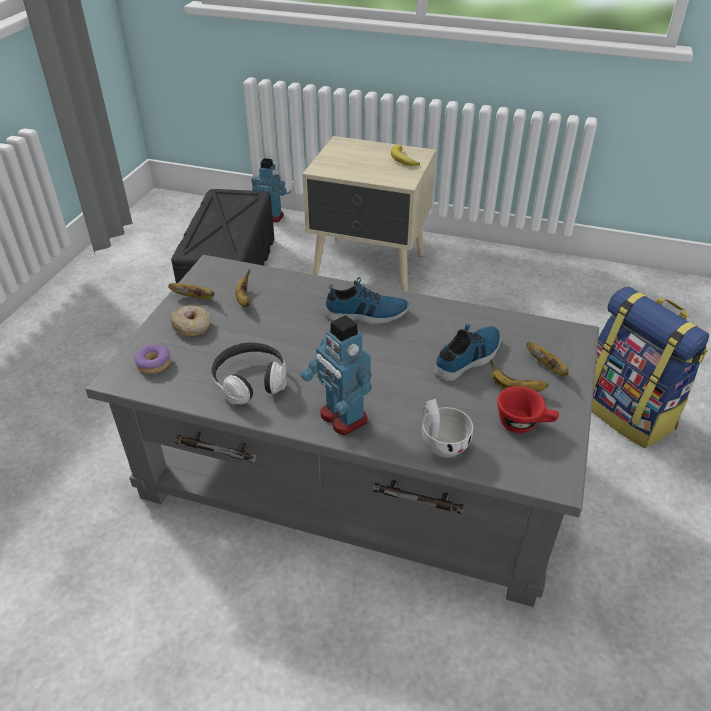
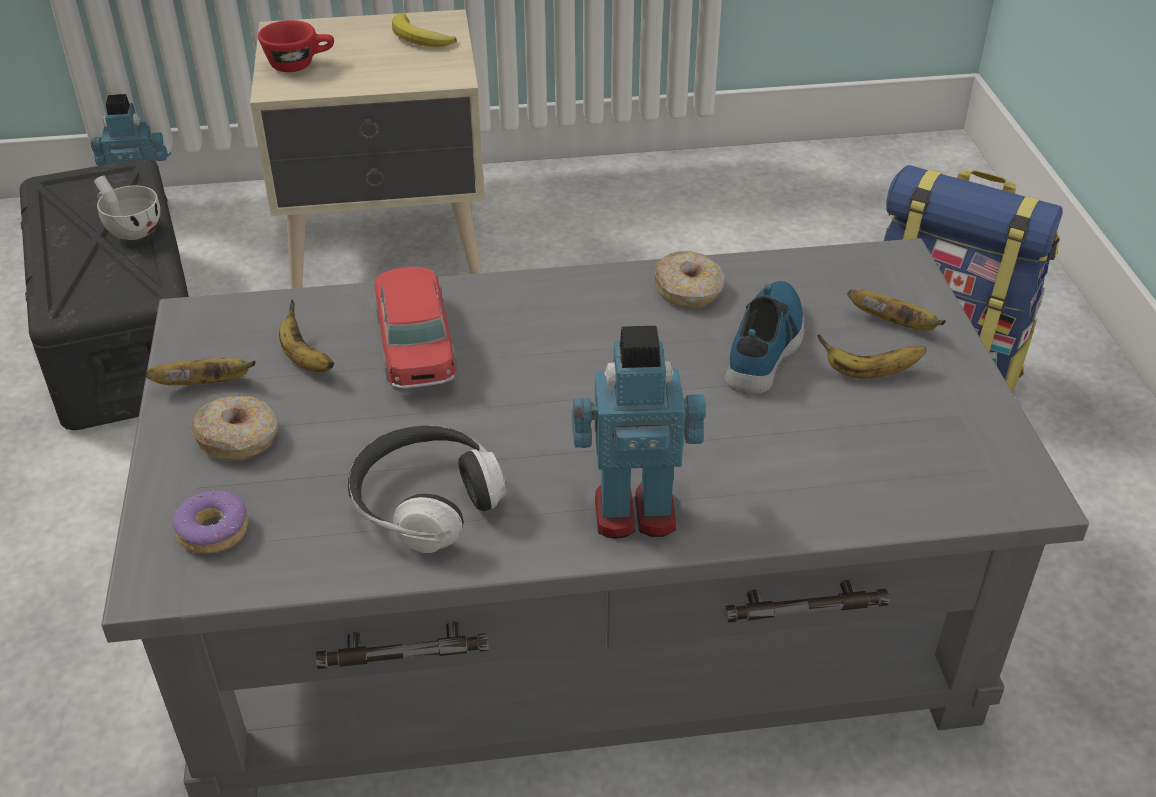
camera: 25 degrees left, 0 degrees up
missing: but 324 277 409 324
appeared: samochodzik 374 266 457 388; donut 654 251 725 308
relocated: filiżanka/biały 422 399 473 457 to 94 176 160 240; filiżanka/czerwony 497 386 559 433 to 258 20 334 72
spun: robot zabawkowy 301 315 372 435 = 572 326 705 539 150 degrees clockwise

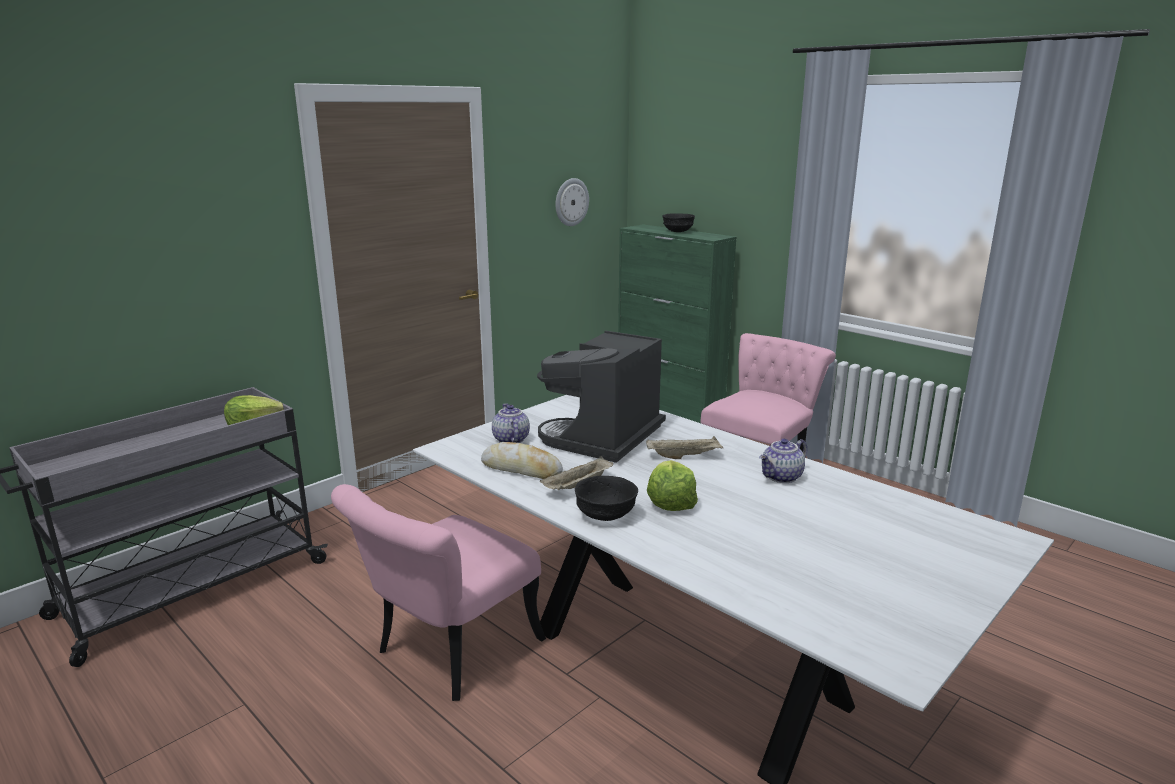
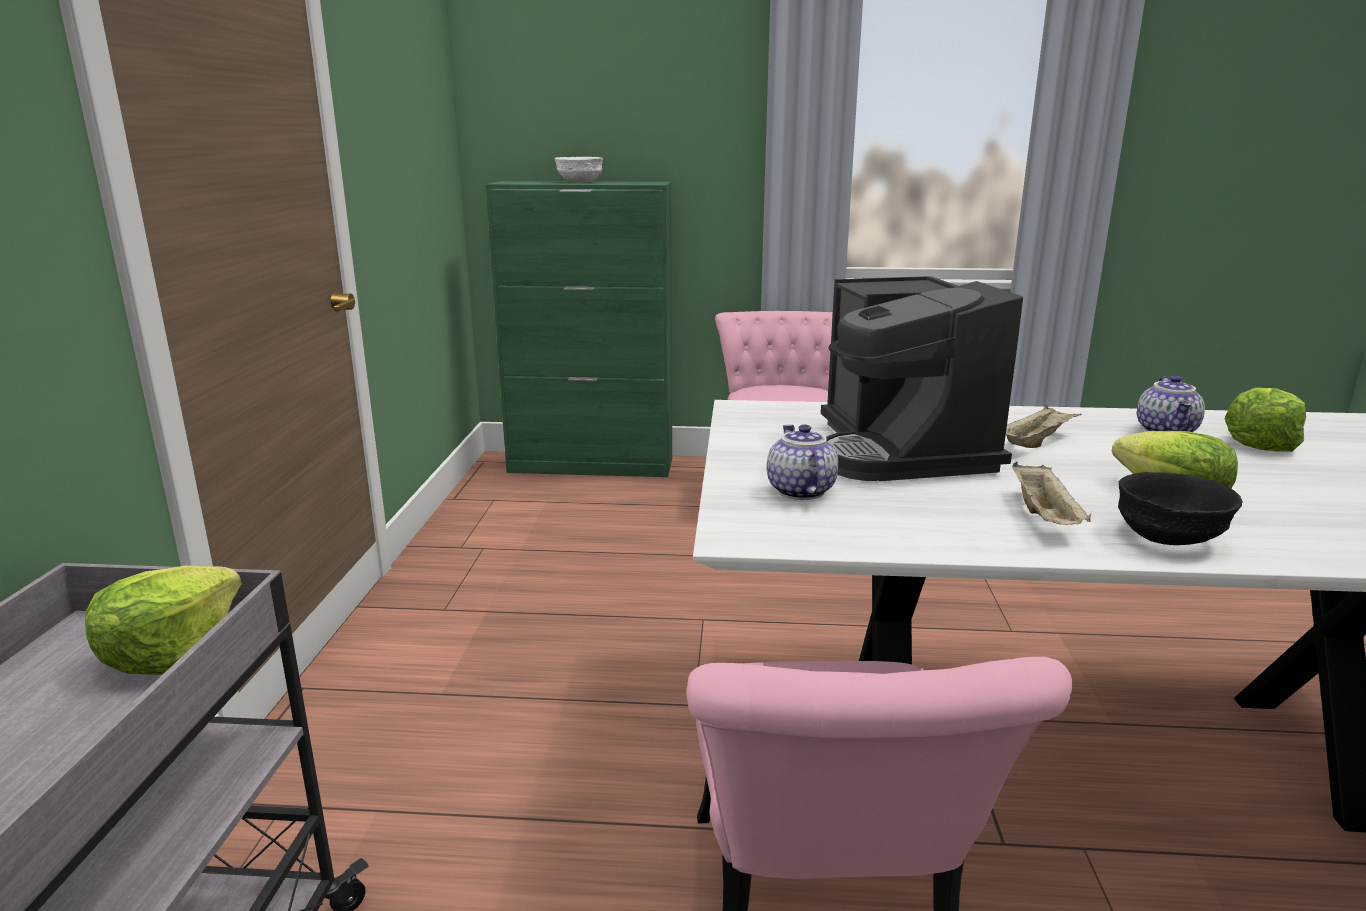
camera: 40 degrees left, 0 degrees up
missing: chleb 481 442 563 479; zegar ścienny 556 178 589 226
appeared: sałata 1225 388 1306 452
colour: miska/czarny 662 213 695 232 to miska/biały 554 157 603 183
spun: imbryk 492 403 530 443 = 767 424 839 500 45 degrees clockwise

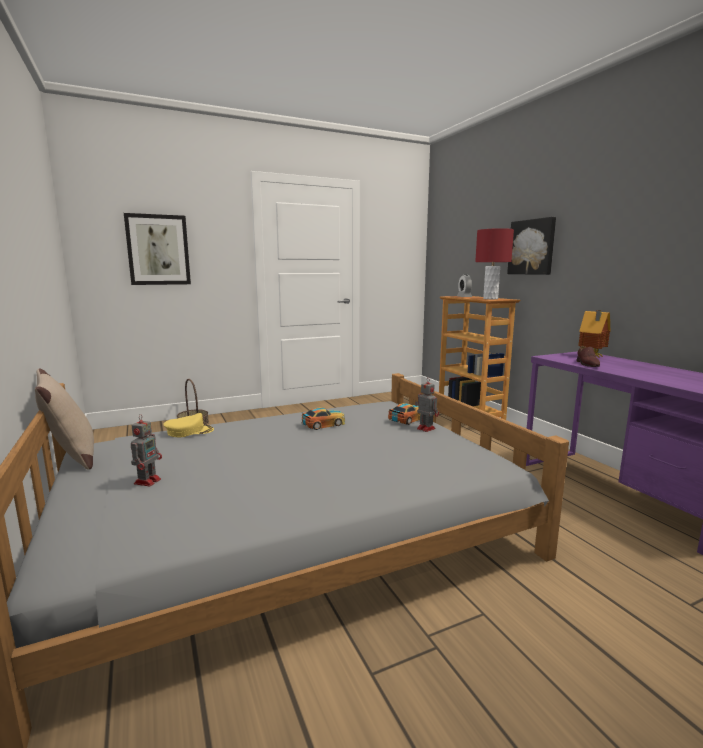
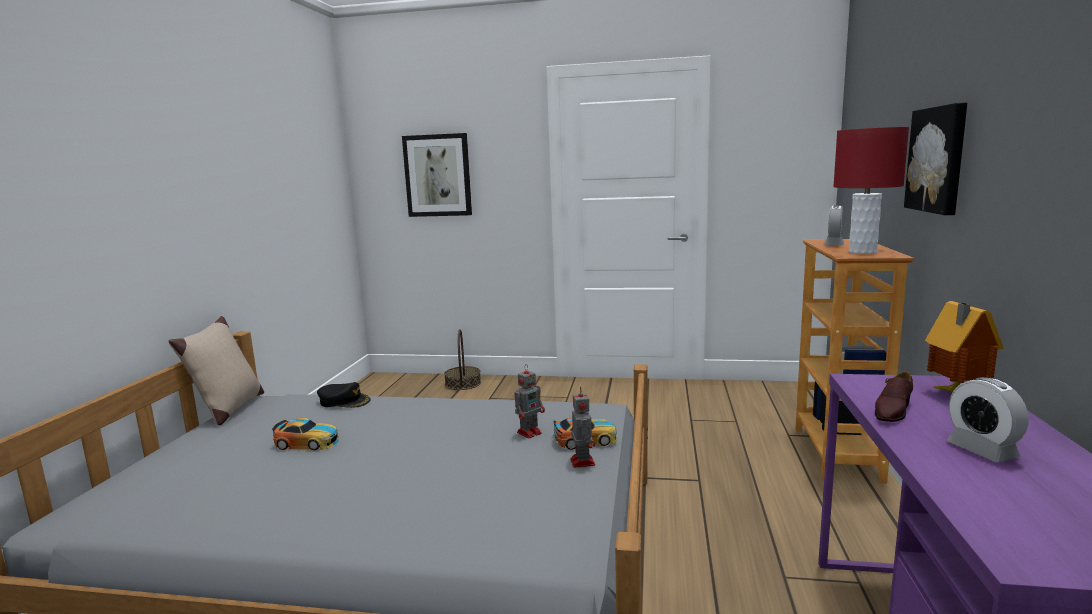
camera: 35 degrees right, 0 degrees up
appeared: budzik 947 377 1028 462
relocated: robot zabawkowy 131 414 162 487 to 514 364 545 438; samochodzik 301 408 345 430 to 272 418 339 450
colour: czapka z daszkiem/żółty 163 413 214 437 to czapka z daszkiem/czarny 317 382 371 408

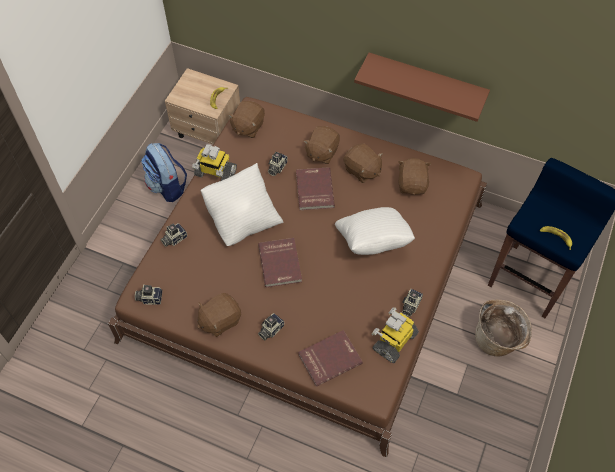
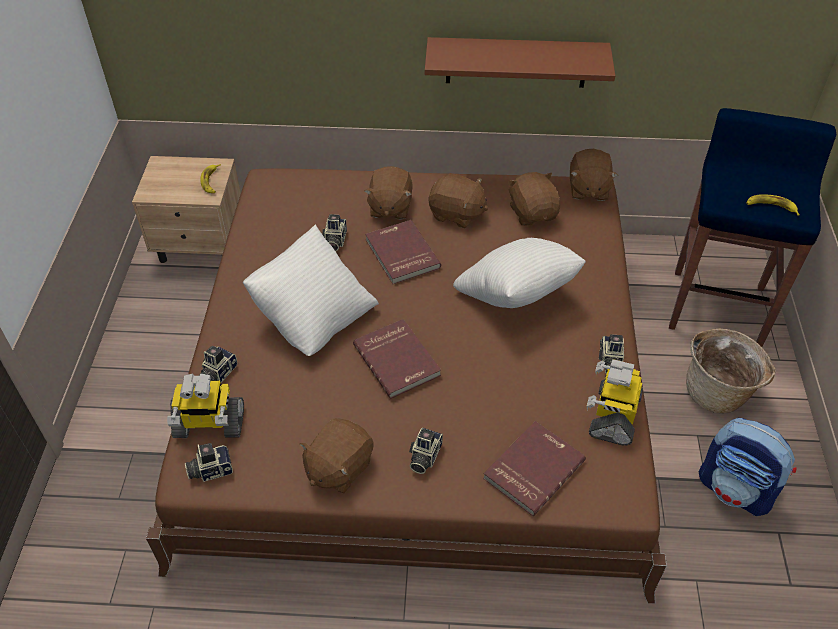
camera: 20 degrees left, 10 degrees down
relocated: plecak 141 143 187 202 to 699 418 796 516; robot zabawkowy 192 144 237 181 to 167 373 244 438; pluszak/brązowy 228 101 265 138 to 570 149 618 201

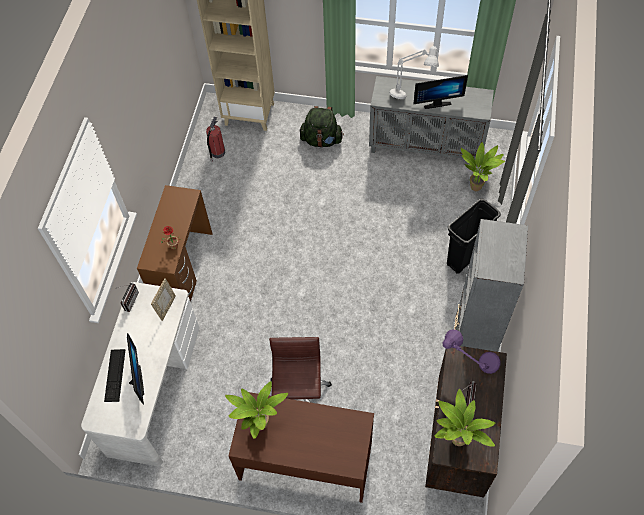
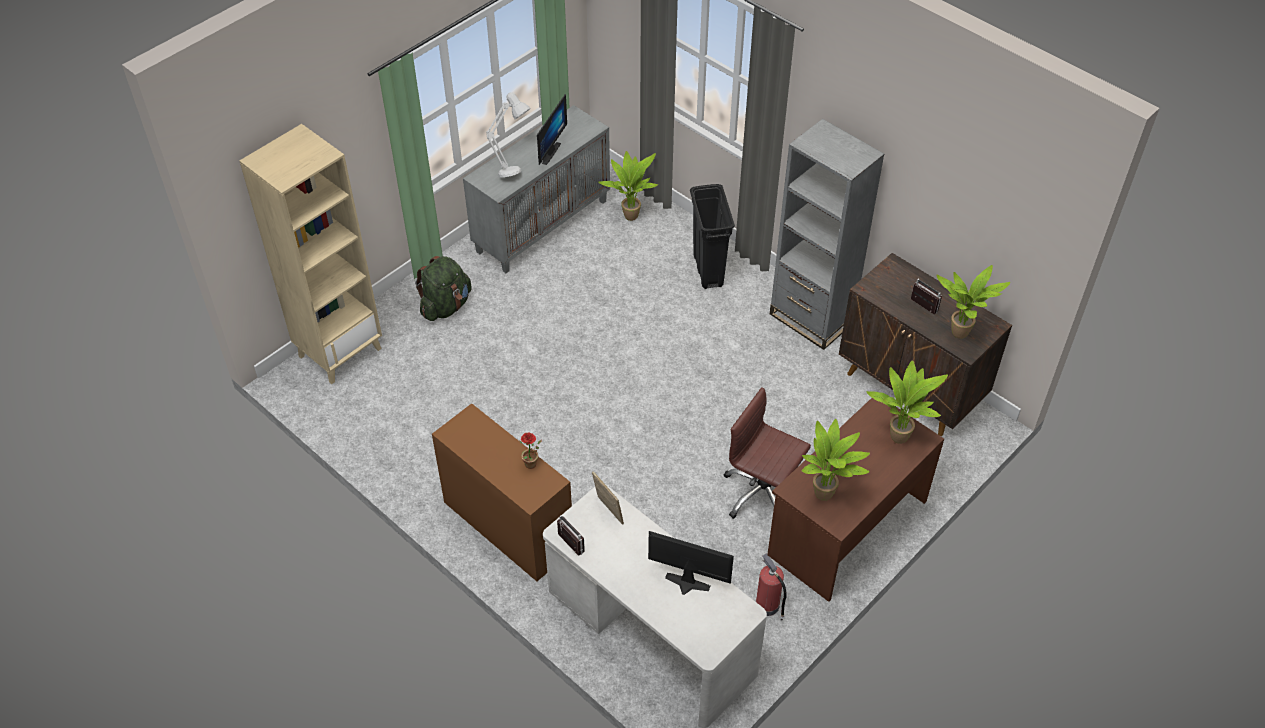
camera: 60 degrees left, 10 degrees down
missing: klawiatura 104 349 125 402; lampa stołowa/fioletowy 443 329 500 374
appeared: roślina doniczkowa 866 360 948 444
relocated: gaśnica 206 117 225 162 to 756 553 787 621

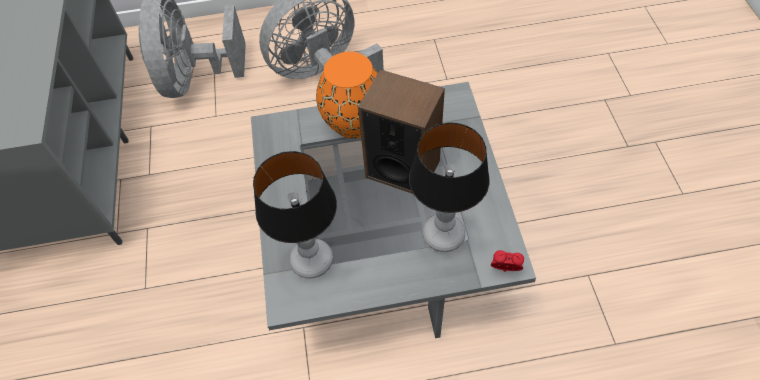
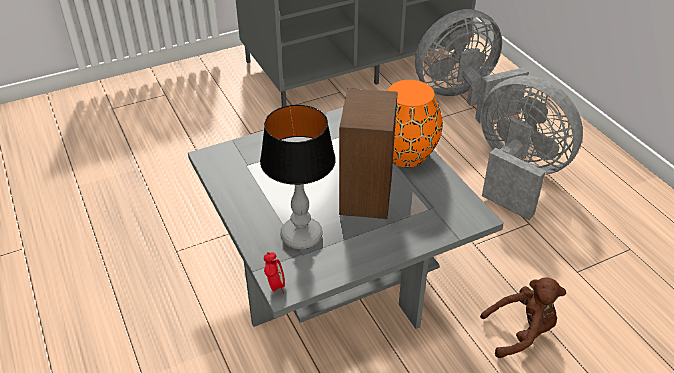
camera: 70 degrees right, 15 degrees down
missing: lampa stołowa 253 151 337 278
appeared: pluszak/brązowy 480 277 566 358

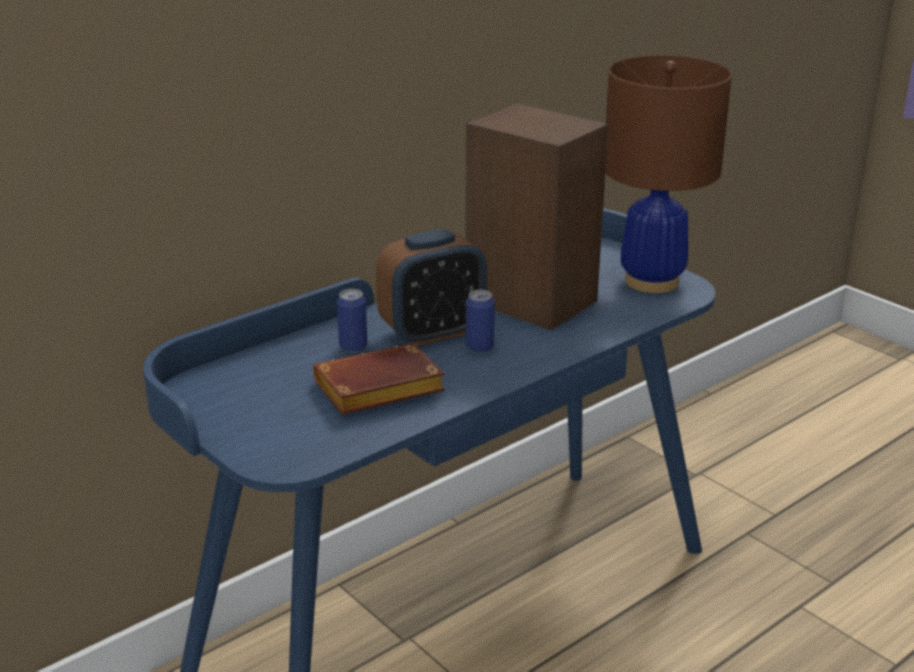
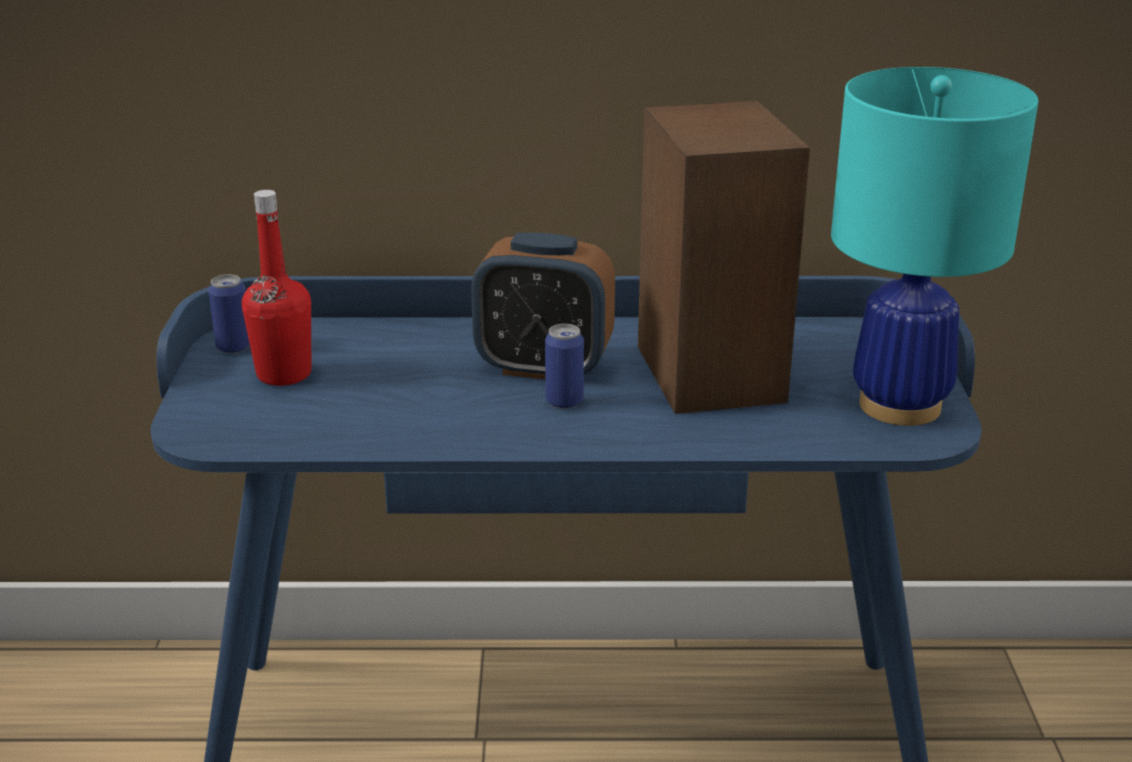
camera: 40 degrees right, 0 degrees up
missing: książka/brązowy 313 343 445 415
appeared: butelka/czerwony 242 190 311 386
relocated: puszka 337 289 367 352 to 208 274 250 354
colour: lampa stołowa/brązowy 605 56 732 293 to lampa stołowa/turkusowy 831 67 1039 426

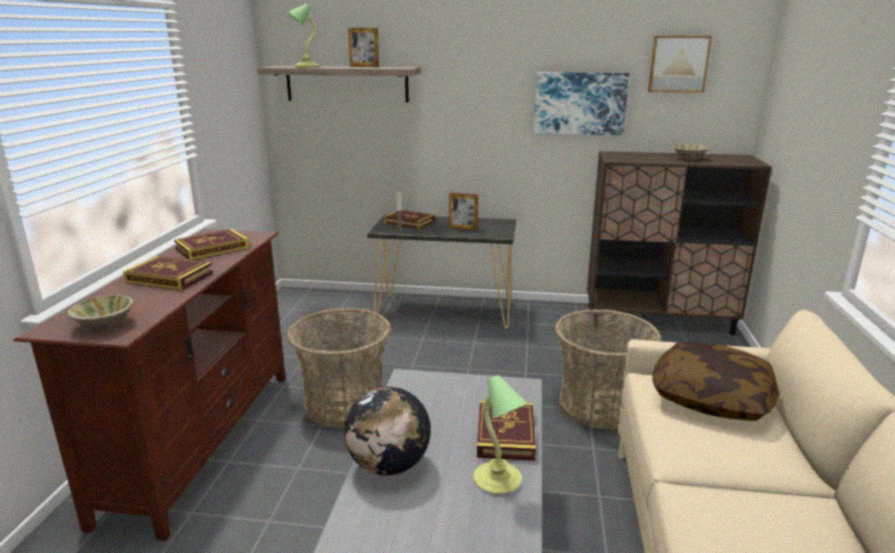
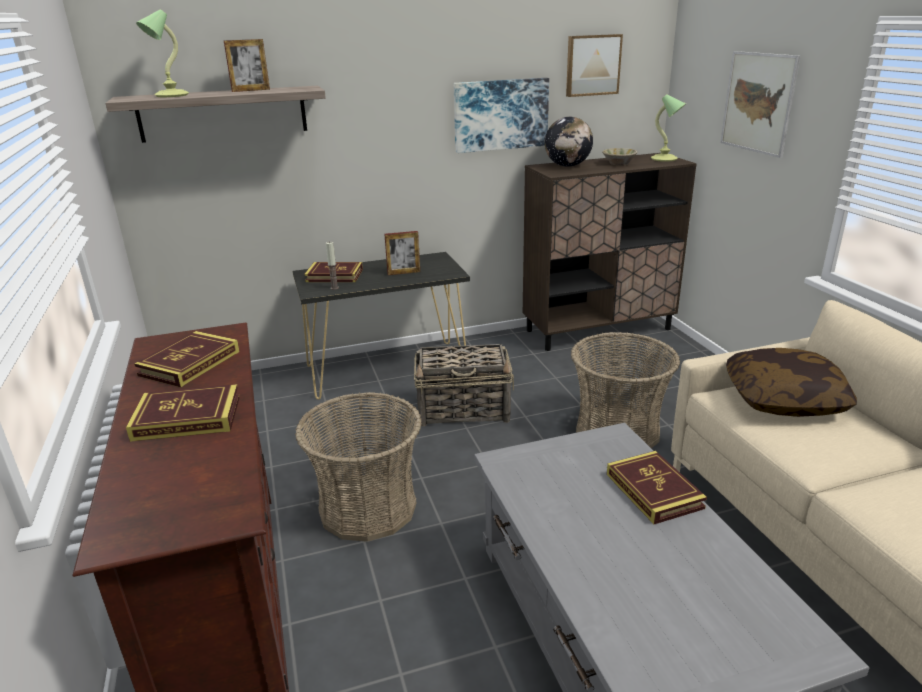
camera: 25 degrees left, 5 degrees up
missing: miska/beżowy 67 295 134 332
appeared: koszyk 414 344 514 427; obraz 720 51 800 158
relocated: globus 344 387 431 475 to 545 117 593 167; lampa stołowa 473 375 528 494 to 651 95 686 162

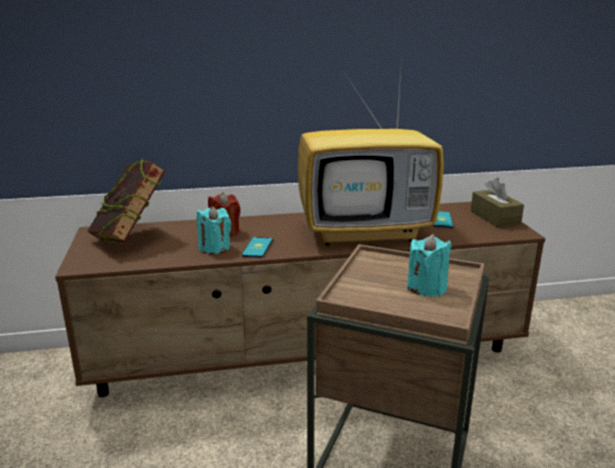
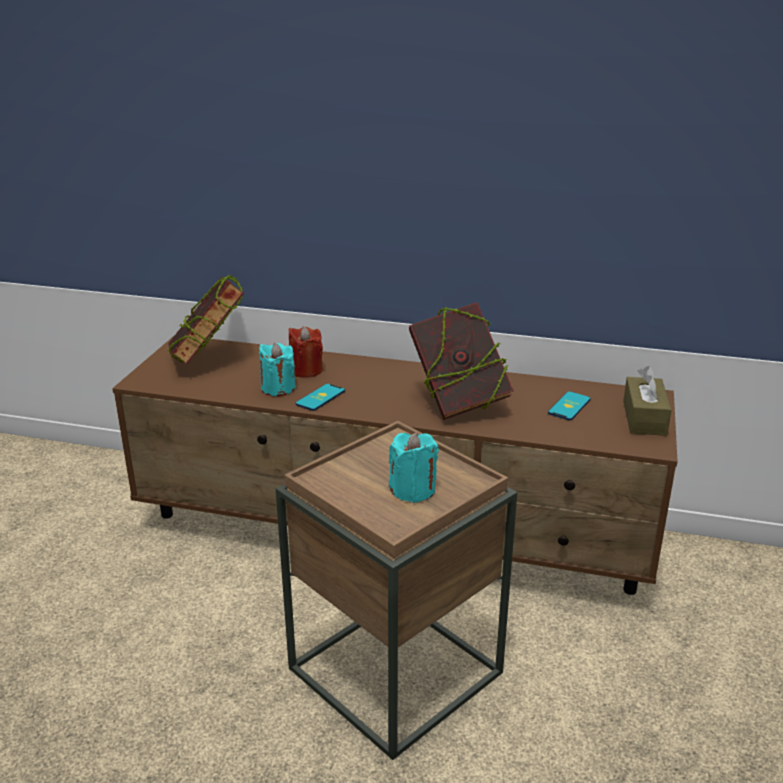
camera: 25 degrees right, 5 degrees up
exchanged: telewizor 298 55 444 246 to książka 409 302 514 420

